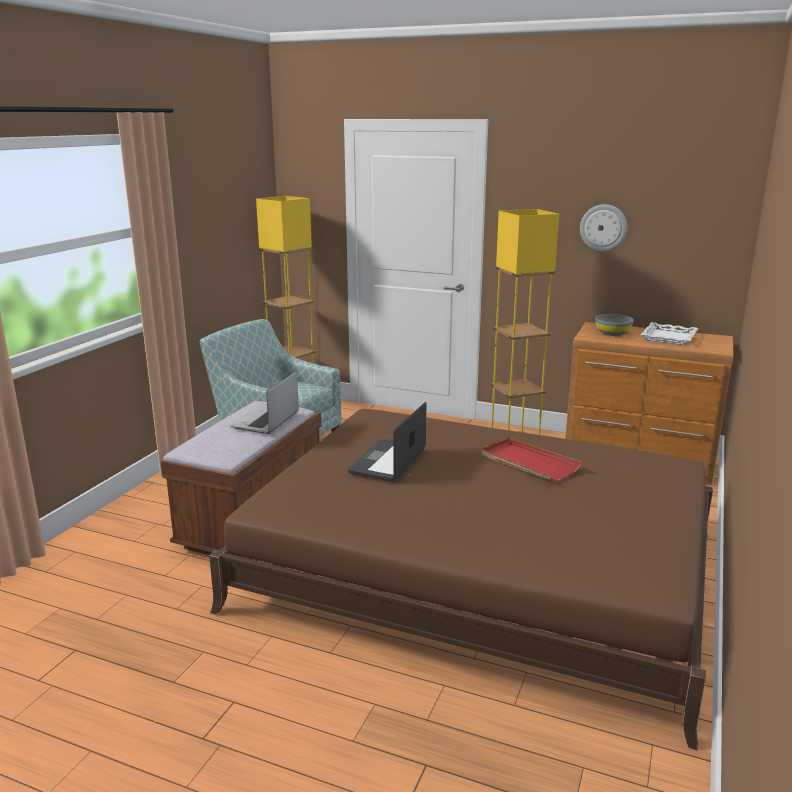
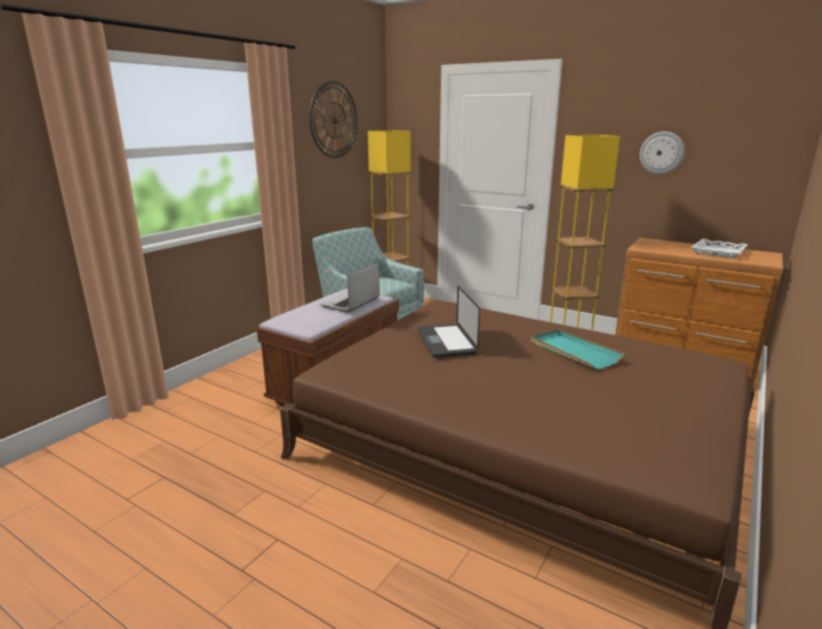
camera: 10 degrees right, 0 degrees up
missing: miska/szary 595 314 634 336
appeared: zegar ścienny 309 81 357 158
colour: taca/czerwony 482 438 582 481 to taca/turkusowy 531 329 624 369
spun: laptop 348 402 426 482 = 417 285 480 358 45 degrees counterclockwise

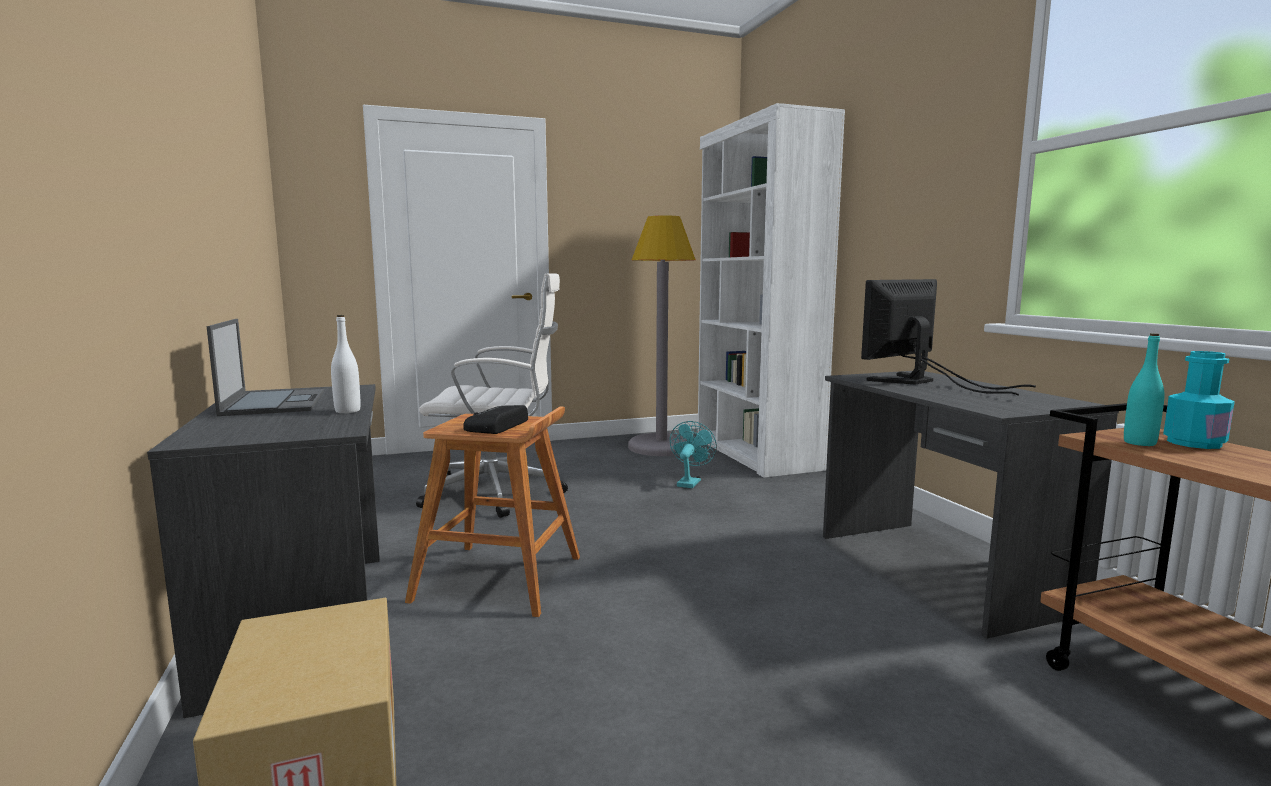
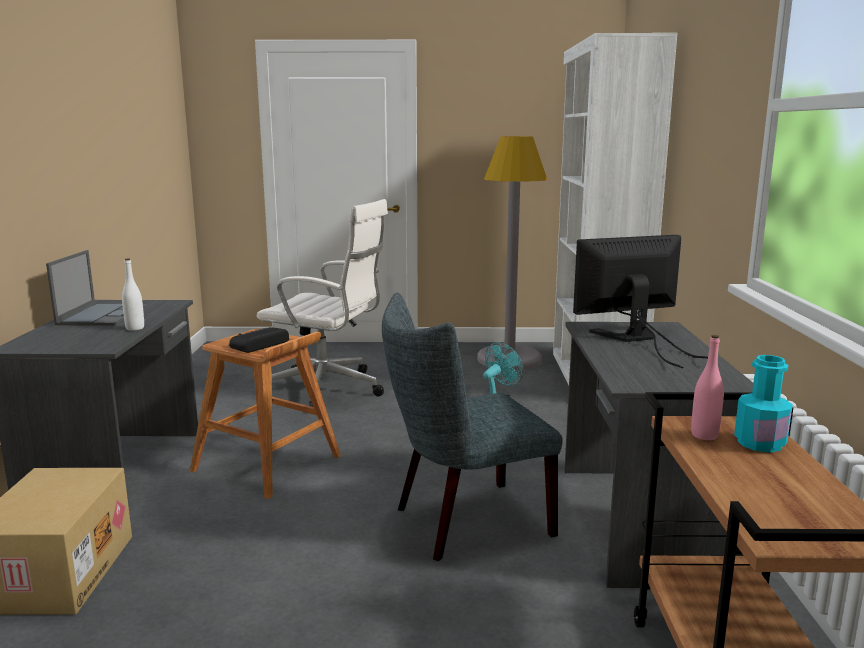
camera: 20 degrees right, 5 degrees up
appeared: krzesło/szary 382 293 563 561
colour: butelka/turkusowy 1124 333 1165 446 to butelka/różowy 691 335 724 440

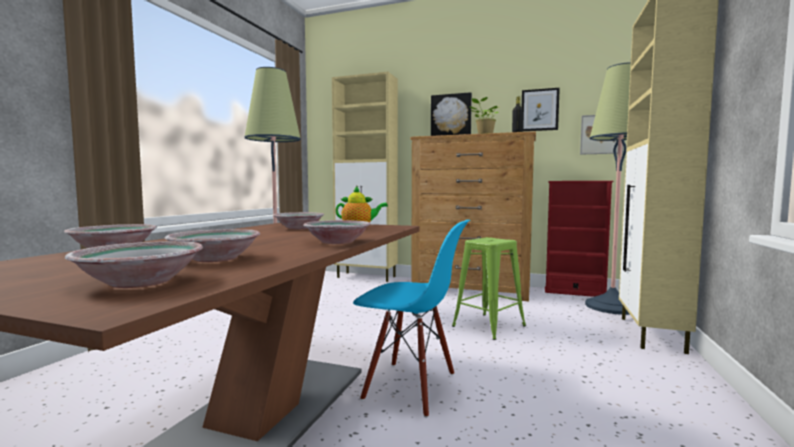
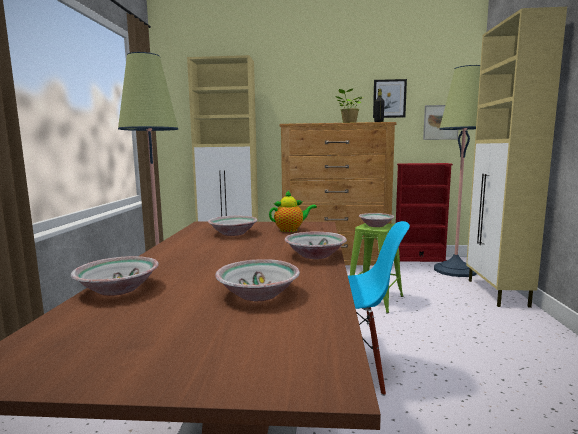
camera: 15 degrees left, 5 degrees up
missing: obraz 431 92 472 136
relocated: miska 65 241 203 288 to 359 213 394 227

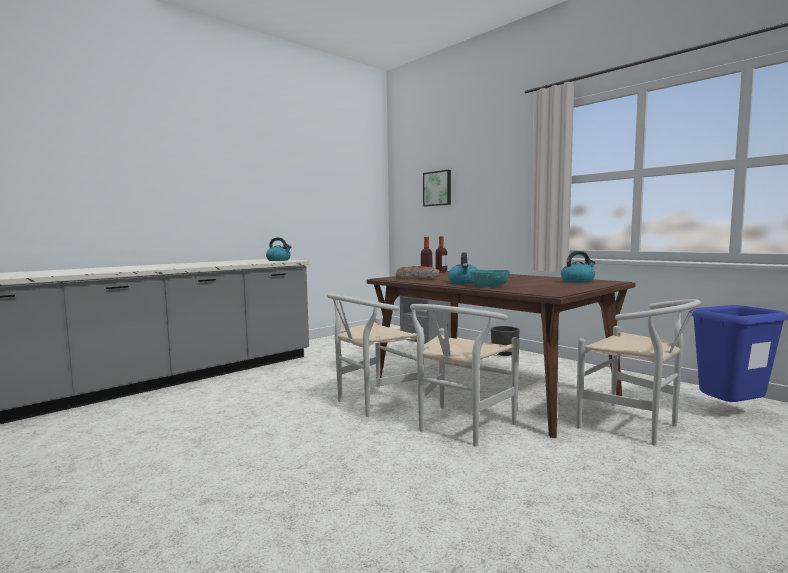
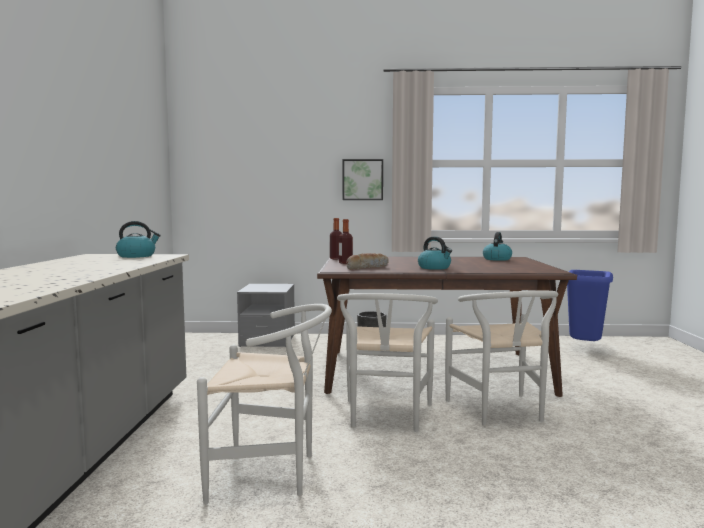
camera: 45 degrees left, 0 degrees up
missing: miska/turkusowy 470 270 510 287
relocated: obraz 423 170 451 206 to 343 159 383 200; krzesło/biały 577 299 701 446 to 197 304 332 504

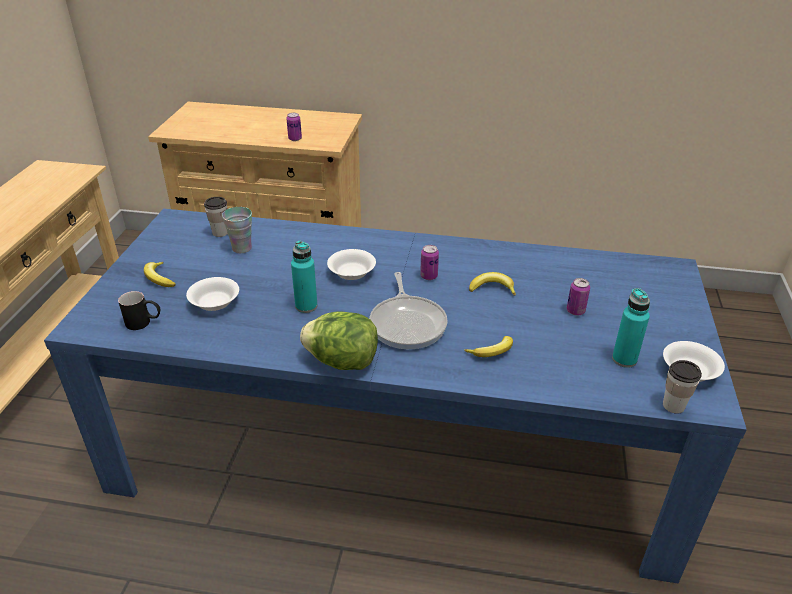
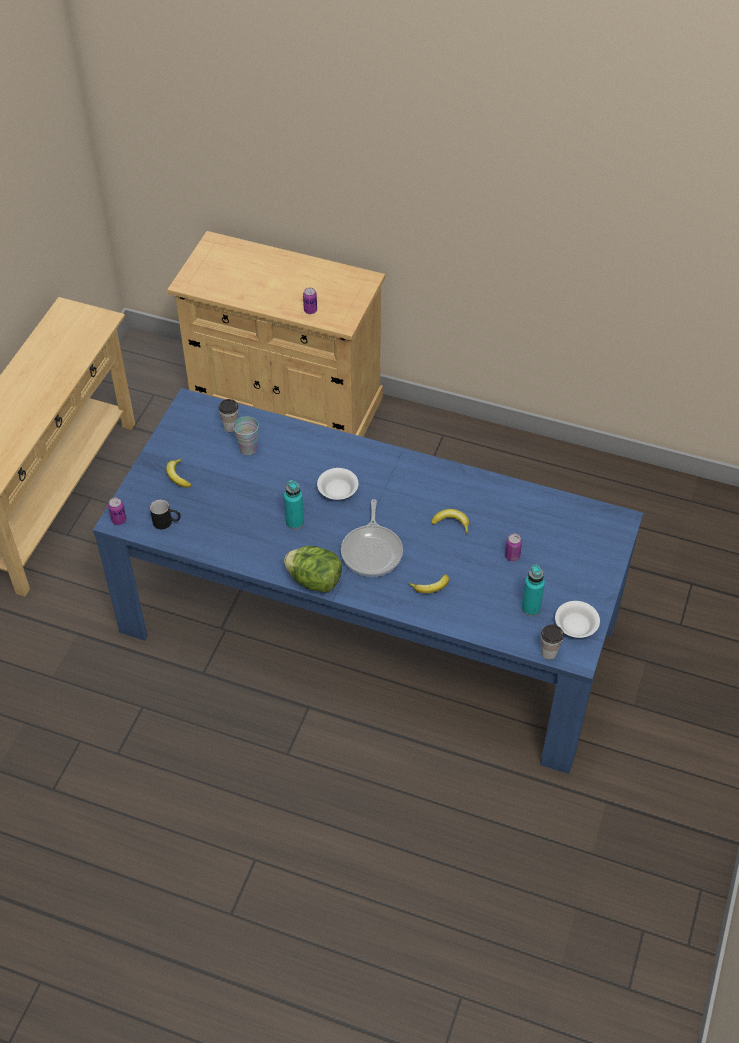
camera: 10 degrees right, 15 degrees up
missing: miska/biały 186 277 239 311
relocated: puszka 420 245 439 280 to 108 497 126 525

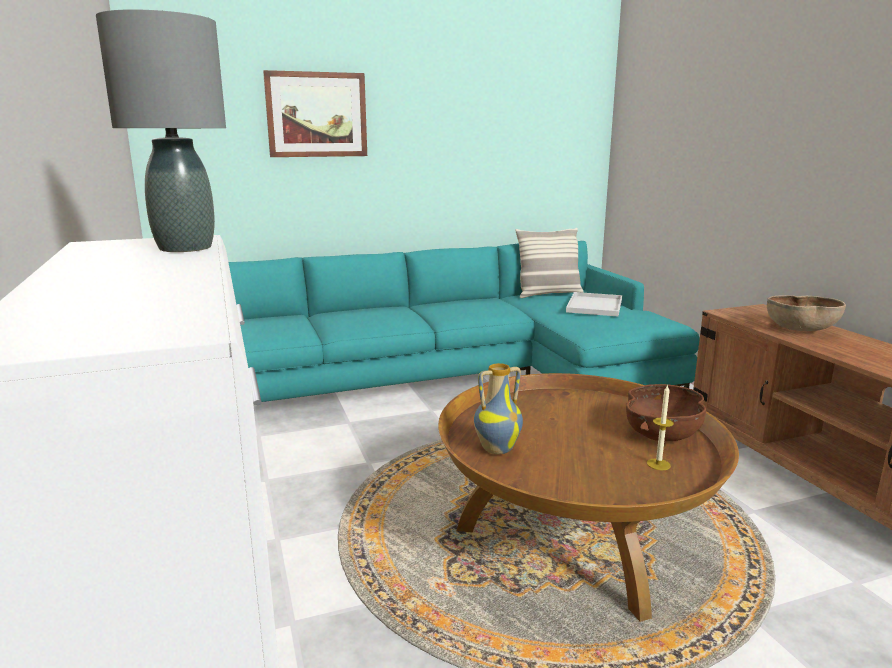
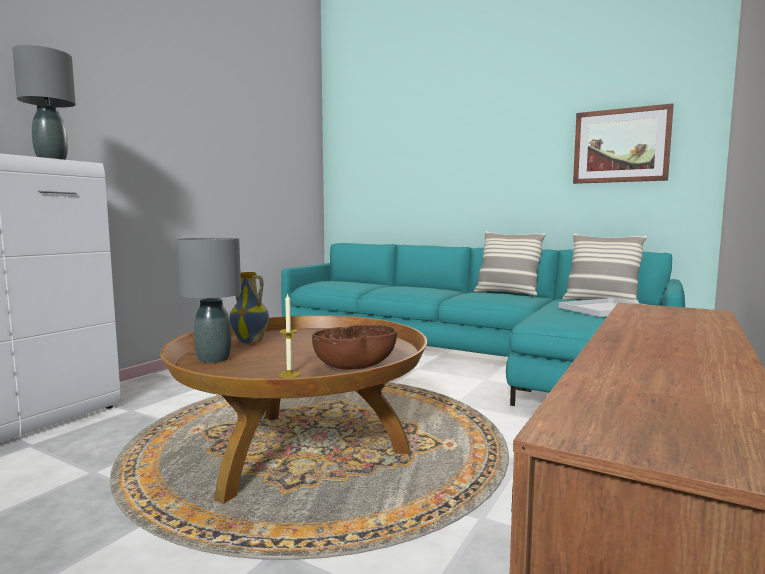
camera: 50 degrees right, 10 degrees down
missing: miska/brązowy 767 295 846 331
appeared: lampa stołowa/szary 177 238 241 363; poduszka 474 231 546 296
relocated: obraz 263 70 367 157 to 573 103 674 184

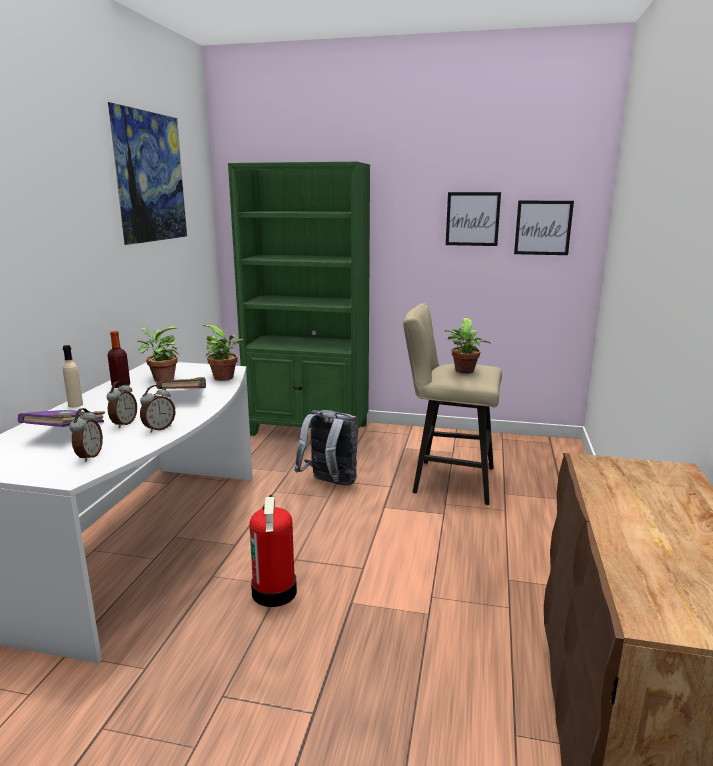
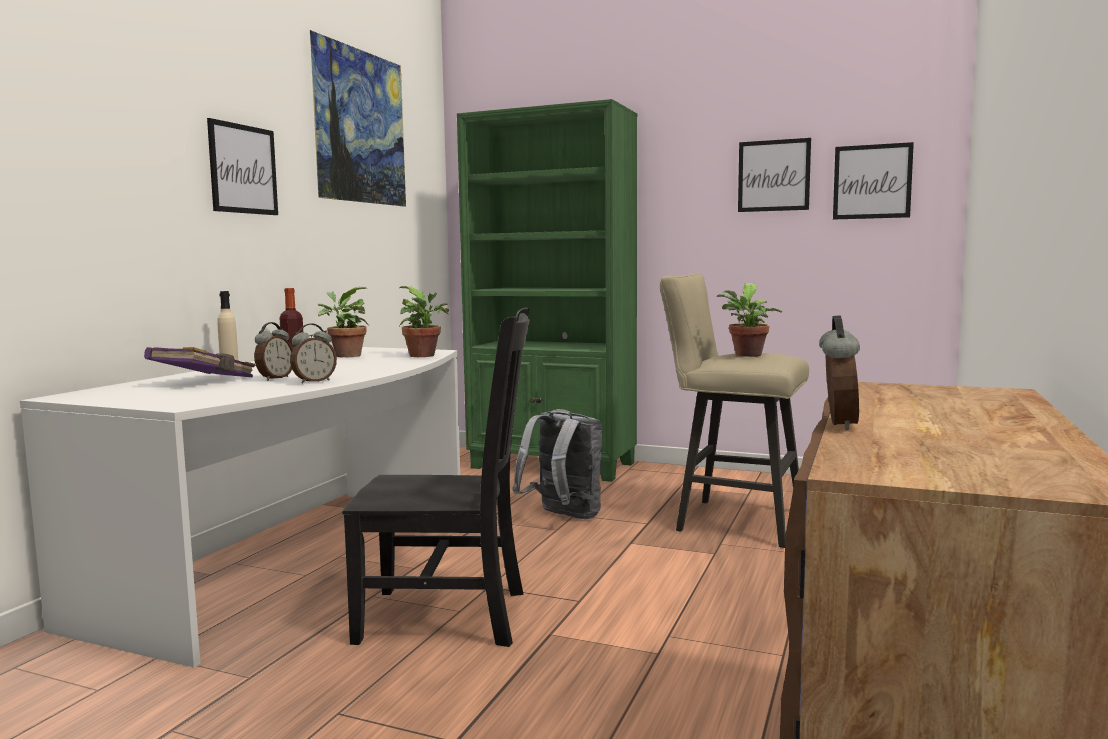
camera: 10 degrees right, 10 degrees down
missing: książka/brązowy 156 377 206 389
appeared: obraz 207 118 278 215
relocated: budzik 69 408 103 462 to 819 315 860 430
exchanged: gaśnica 249 495 297 607 to krzesło/czarny 342 308 530 647

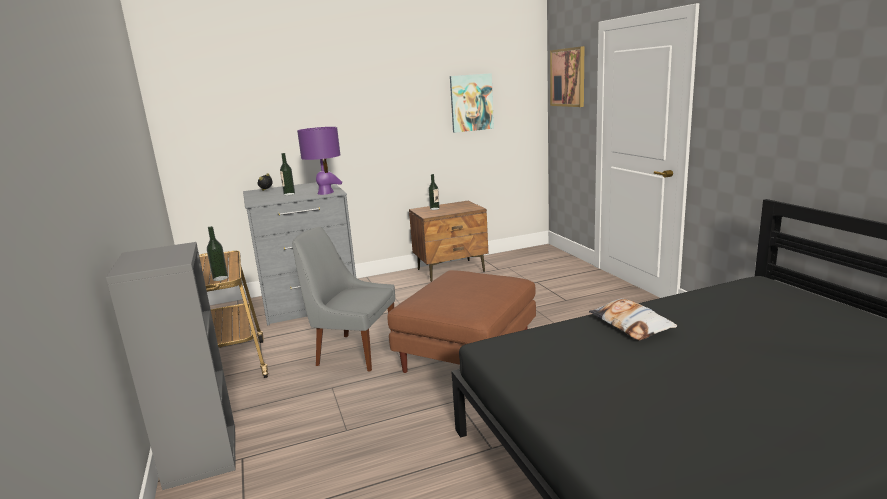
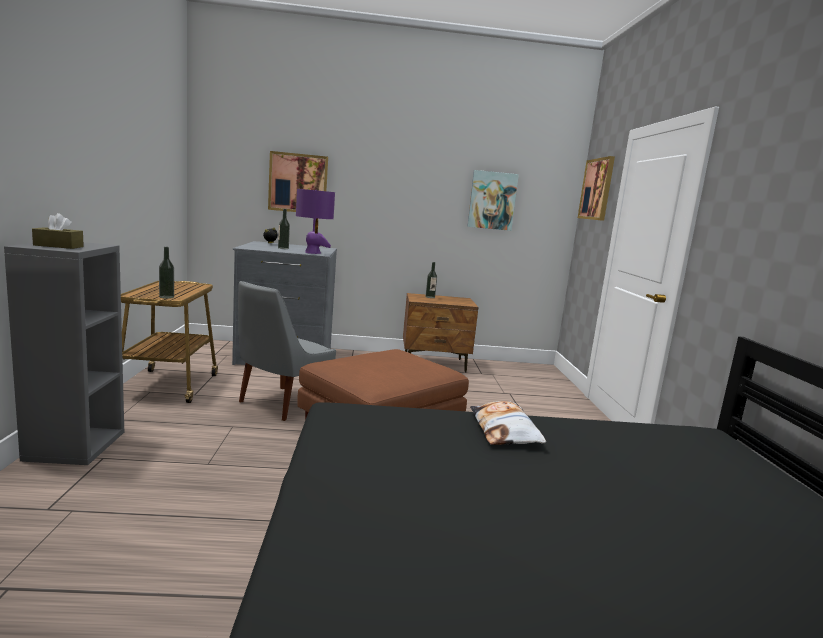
camera: 15 degrees right, 5 degrees down
appeared: pudełko chusteczek/brązowy 32 213 84 249; obraz 268 151 328 212
spun: krzesło/szary 292 226 395 372 = 238 281 336 421 90 degrees counterclockwise

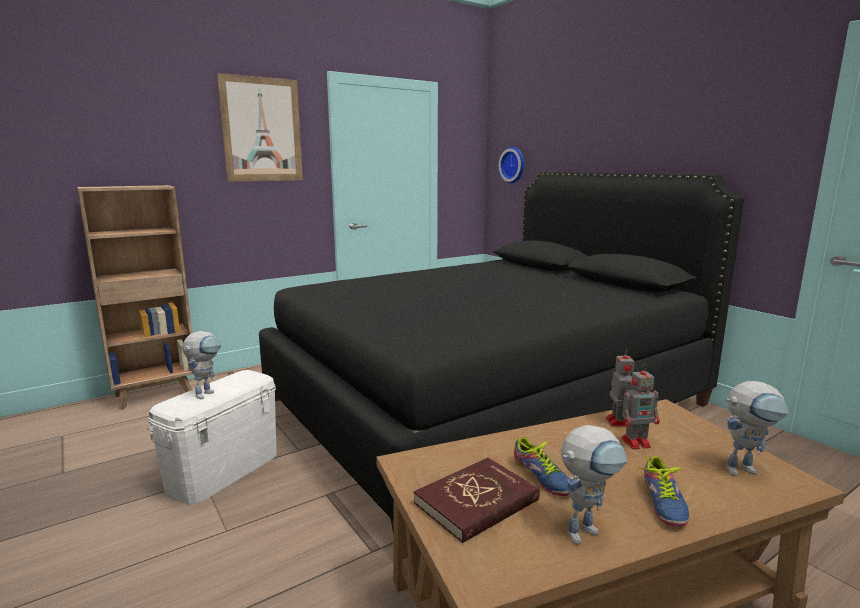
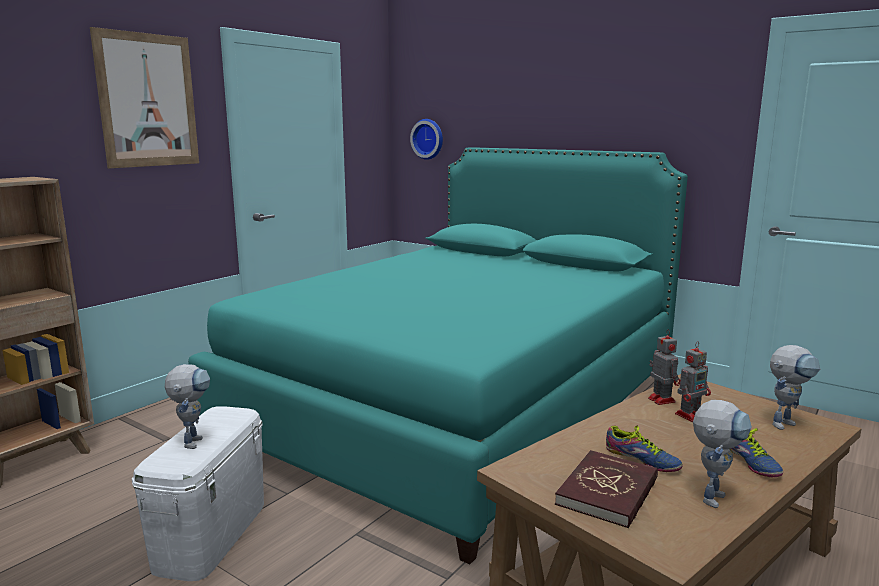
camera: 20 degrees left, 0 degrees up
colour: łóżko/czarny 259 172 744 535 to łóżko/turkusowy 188 147 688 565

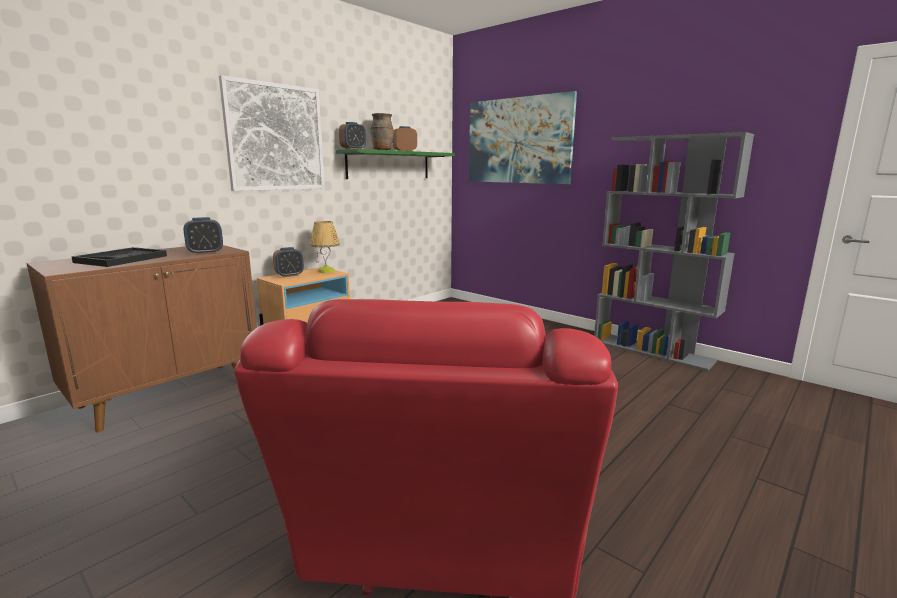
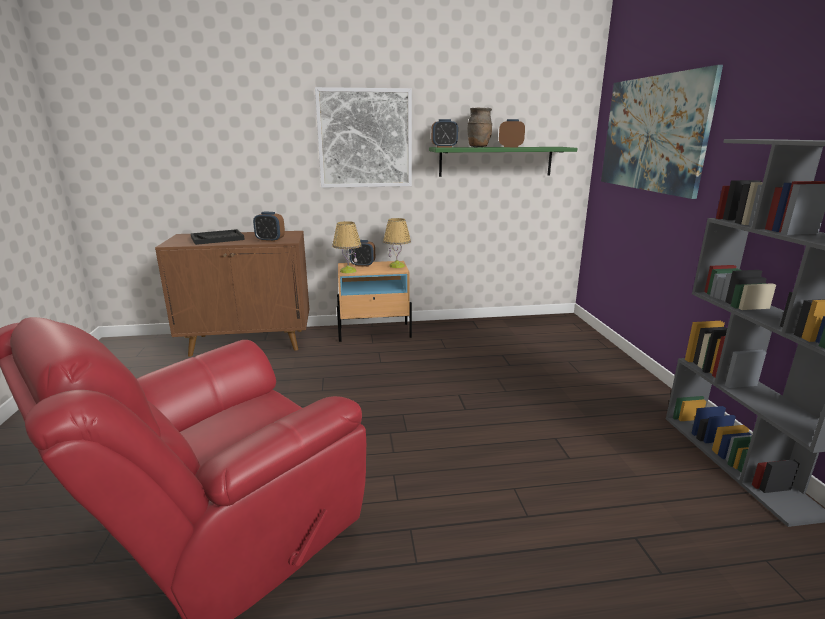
camera: 40 degrees right, 5 degrees up
appeared: lampa stołowa 332 221 362 274

